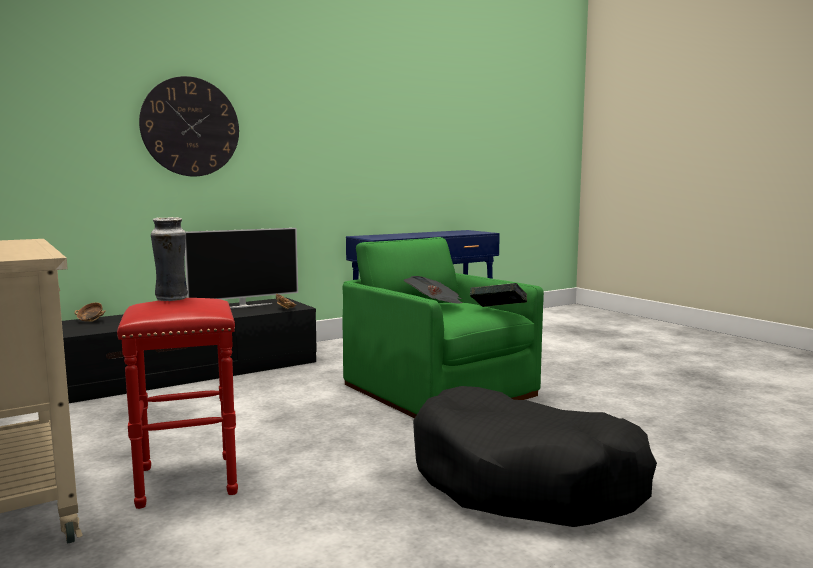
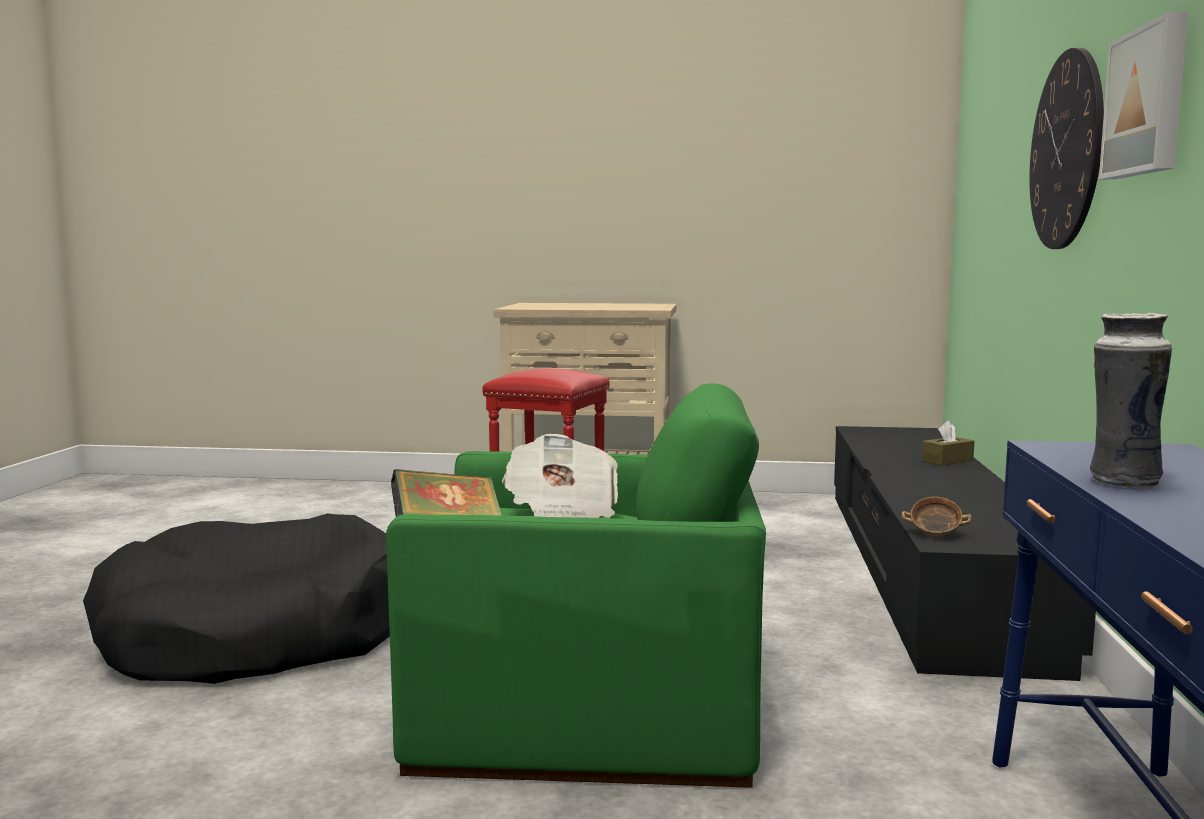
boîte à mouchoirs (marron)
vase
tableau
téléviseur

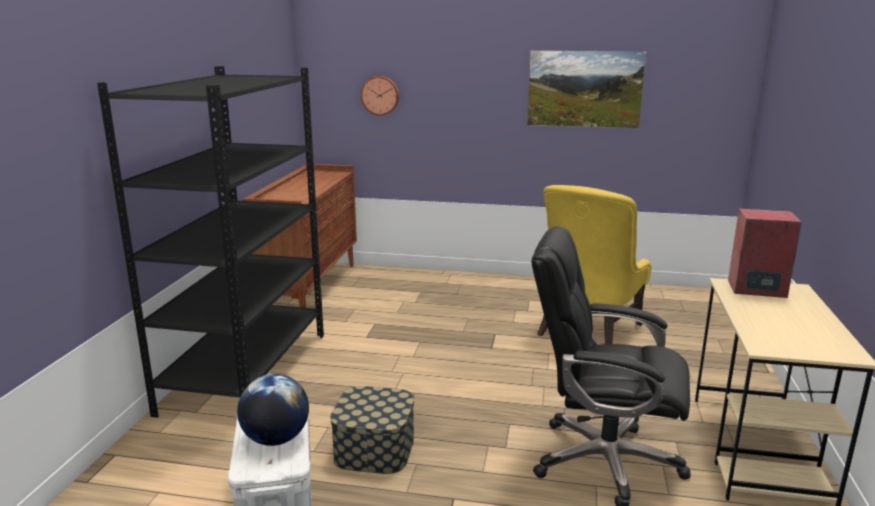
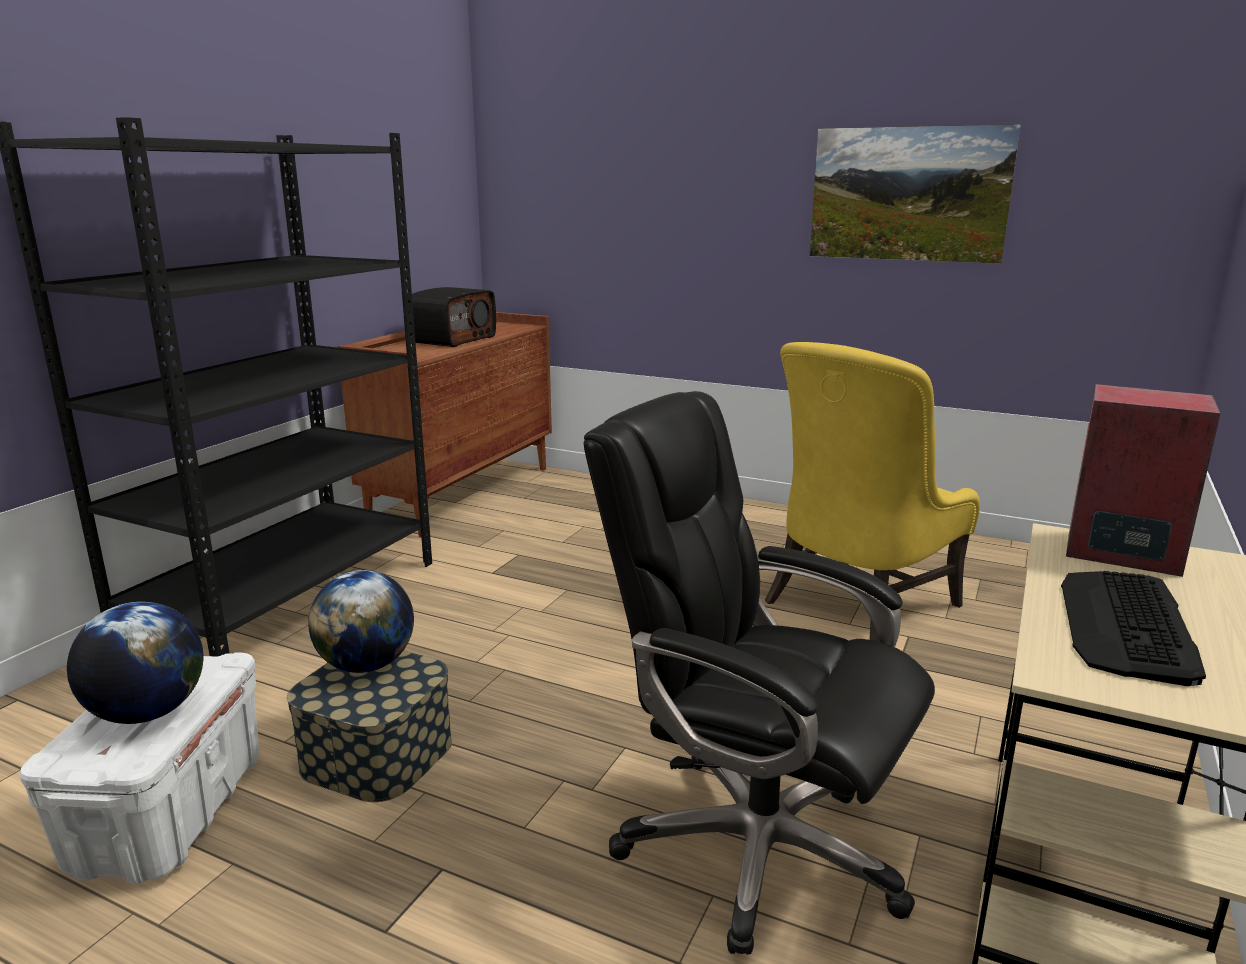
globe (2nd from left)
radio
clavier
horloge murale

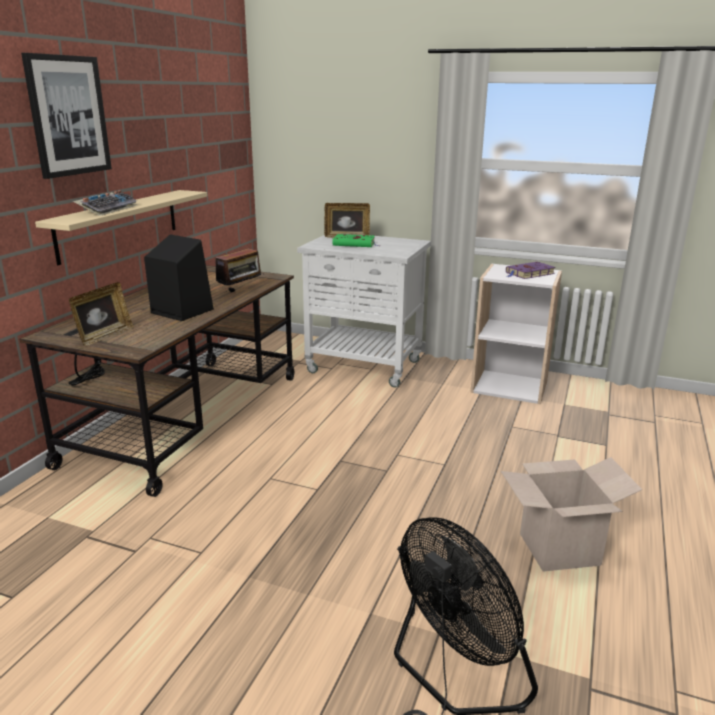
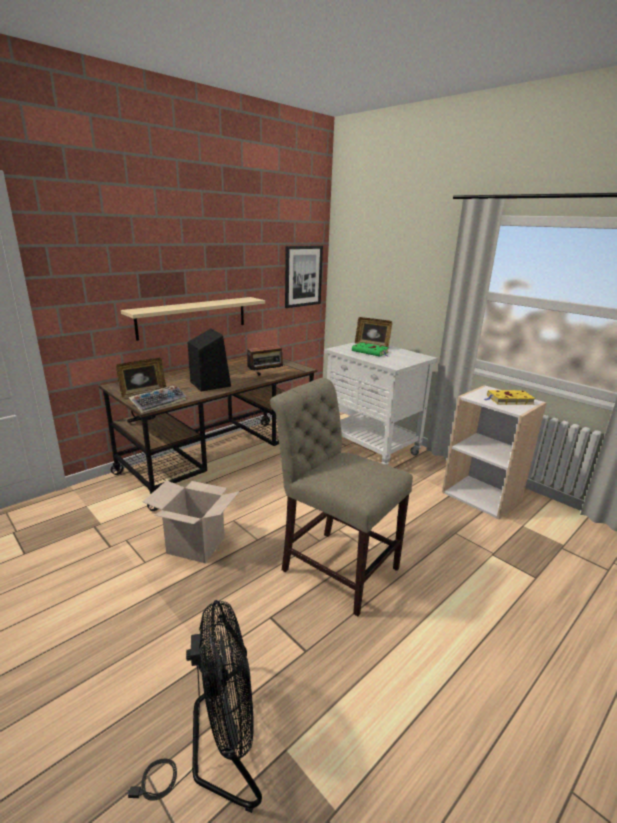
clavier
carton
chaise (beige)
tableau
livre (jaune)

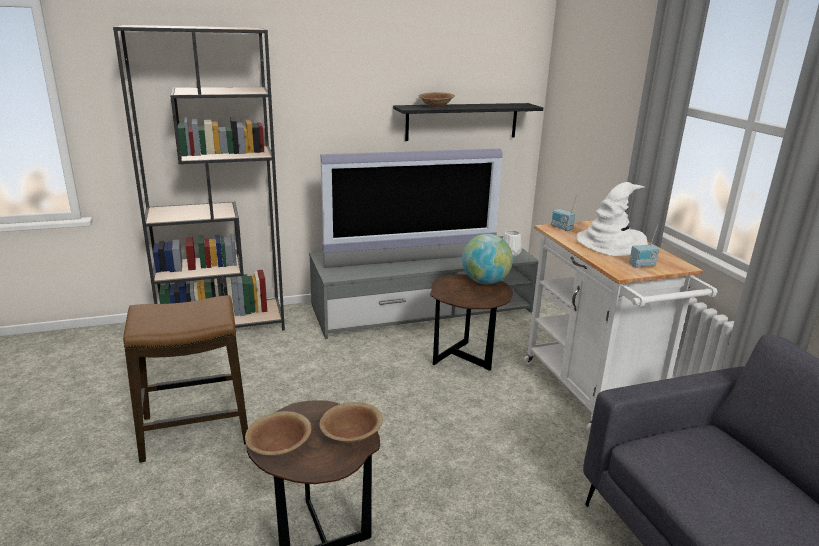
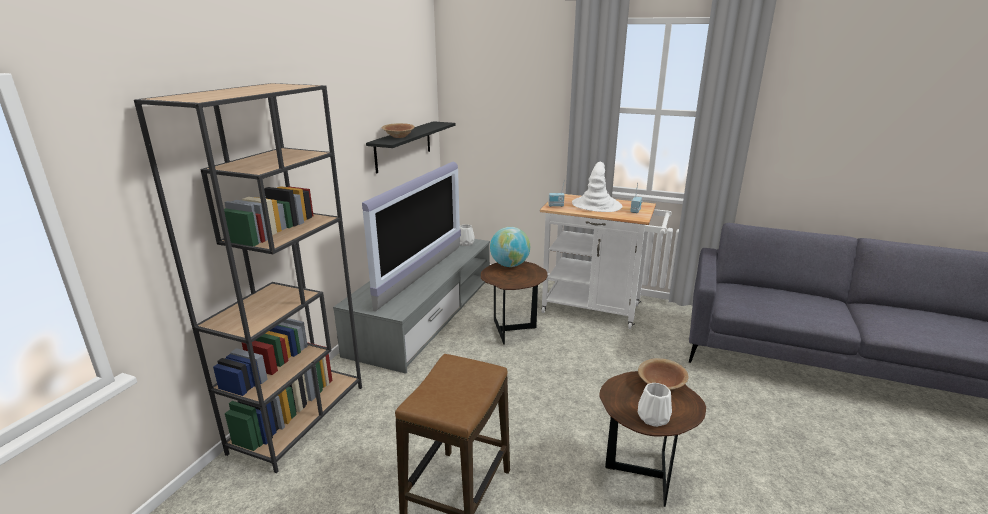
vase (blanc) (2nd from left)

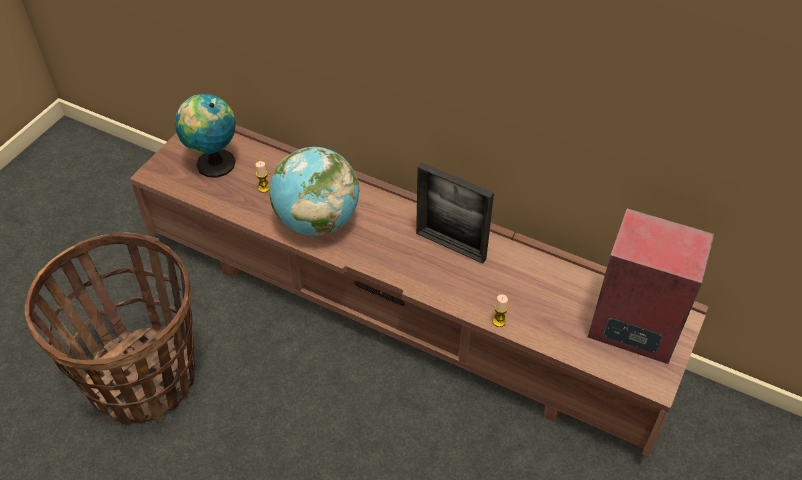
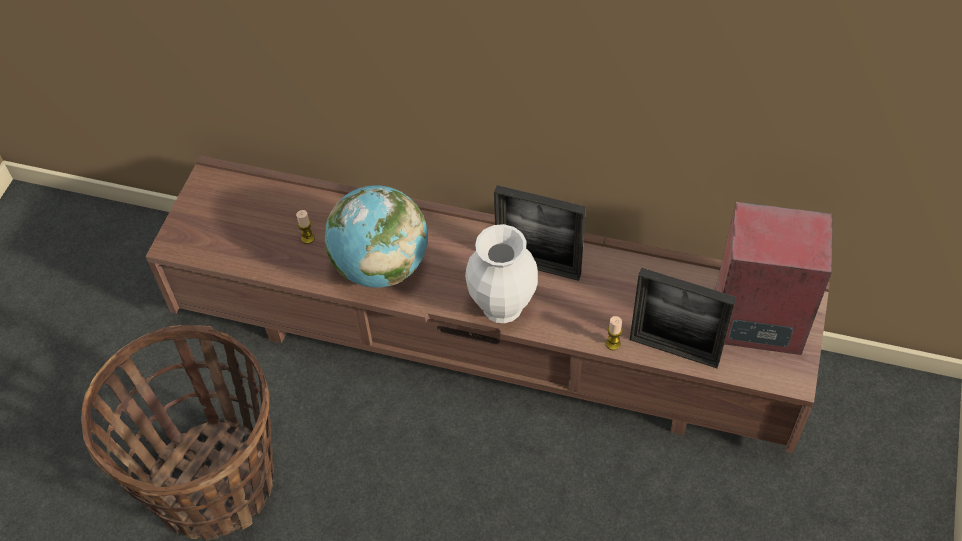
vase (blanc)
cadre photo (2nd from left)
globe (1st from left in the first image)

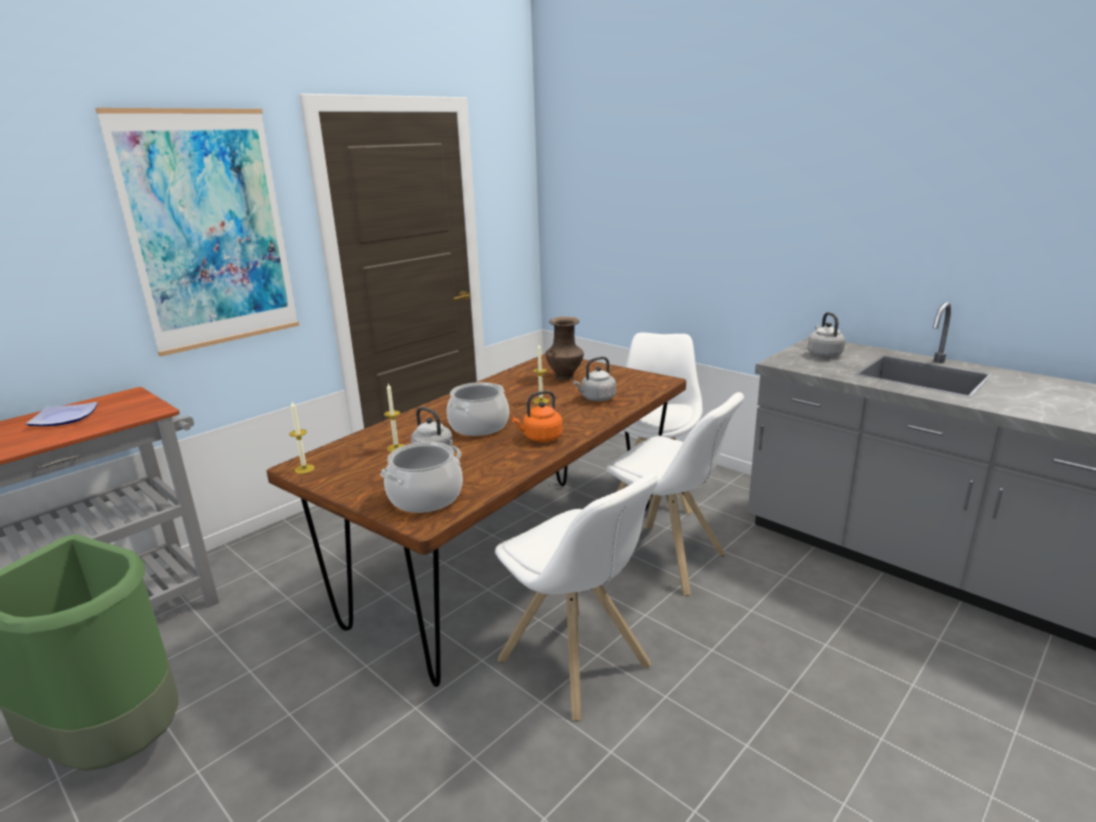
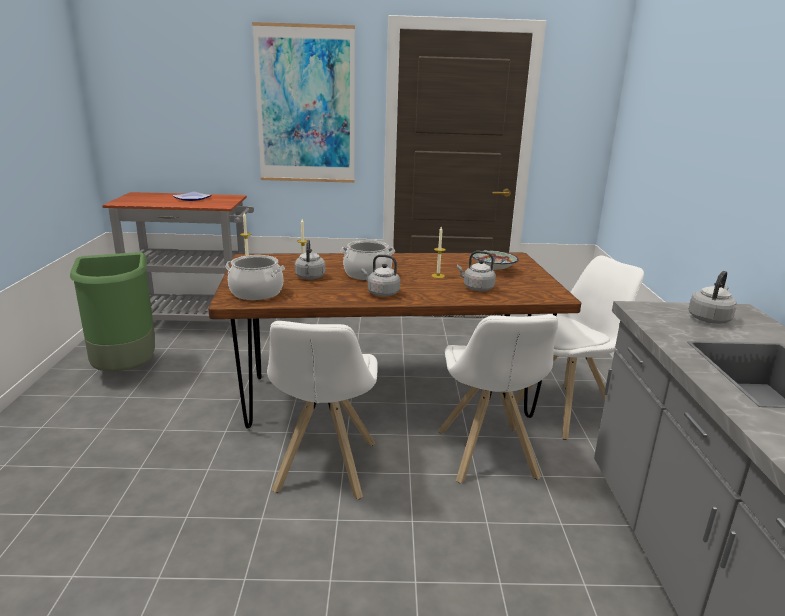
bouilloire (gris) (2nd from left)
bol

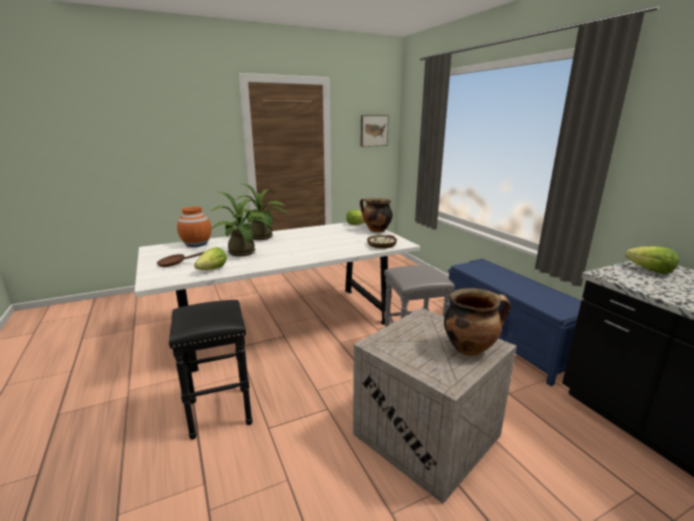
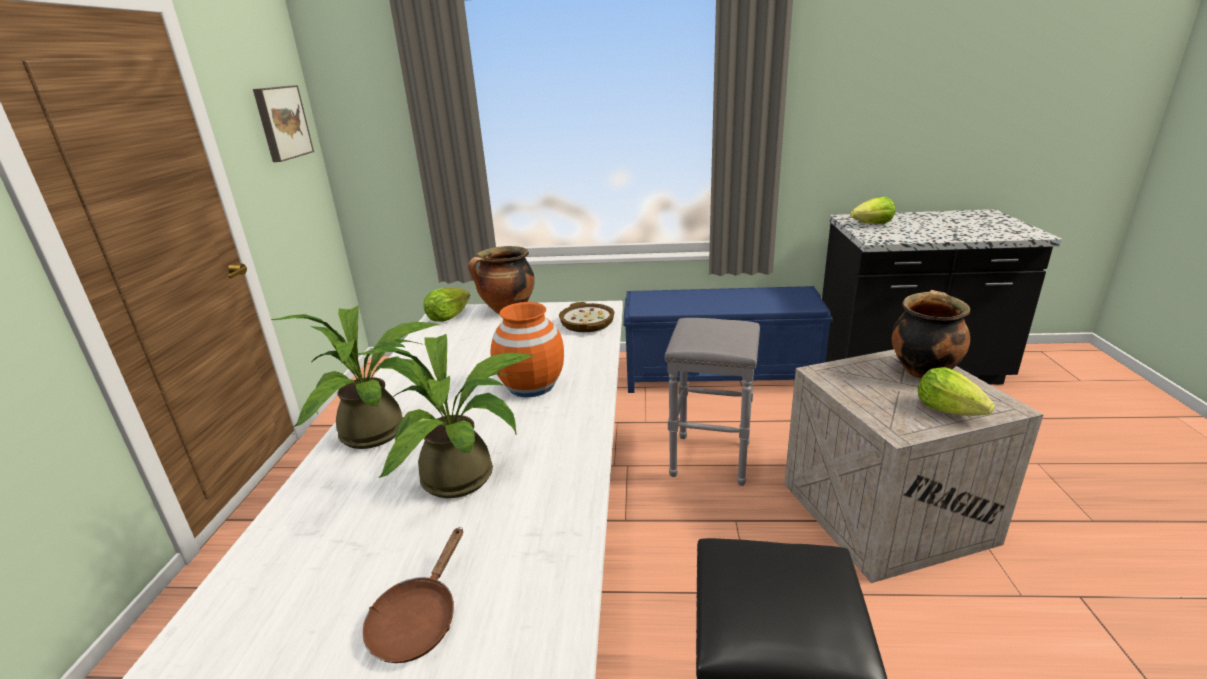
vase (orange)
laitue (3rd from left)

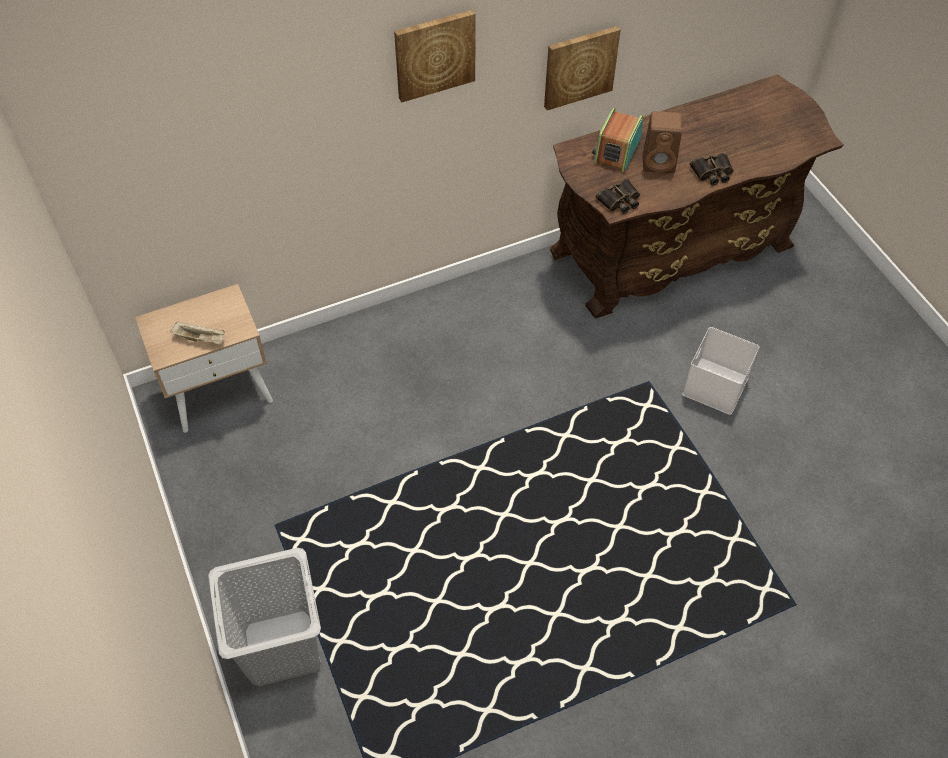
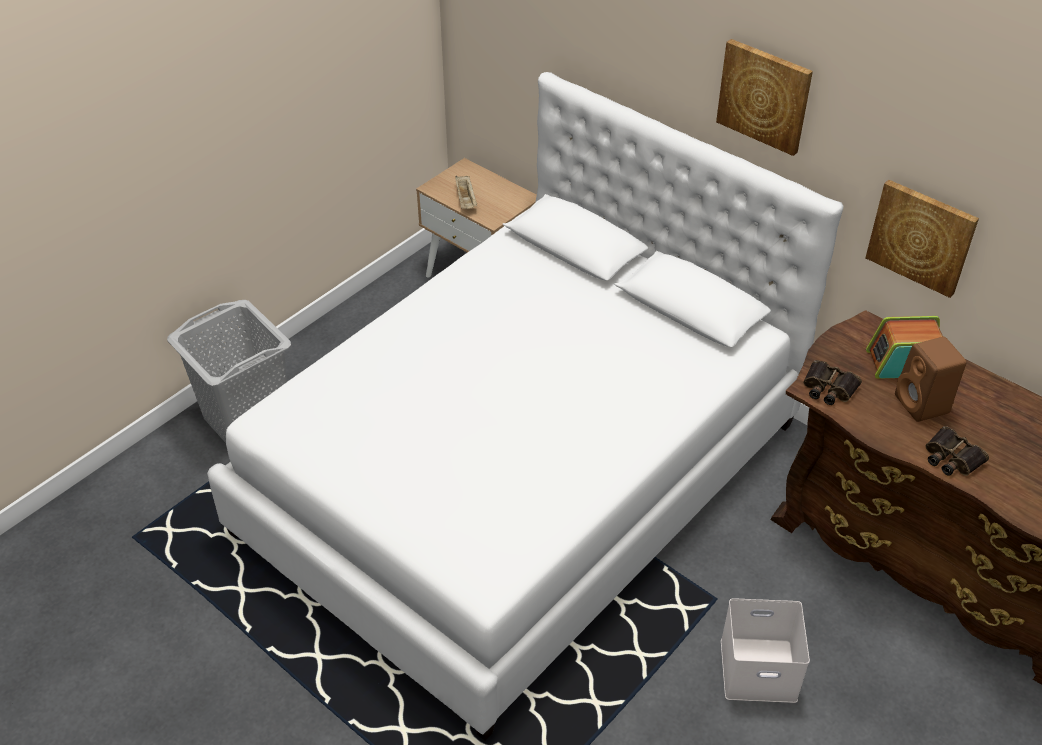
lit (blanc)

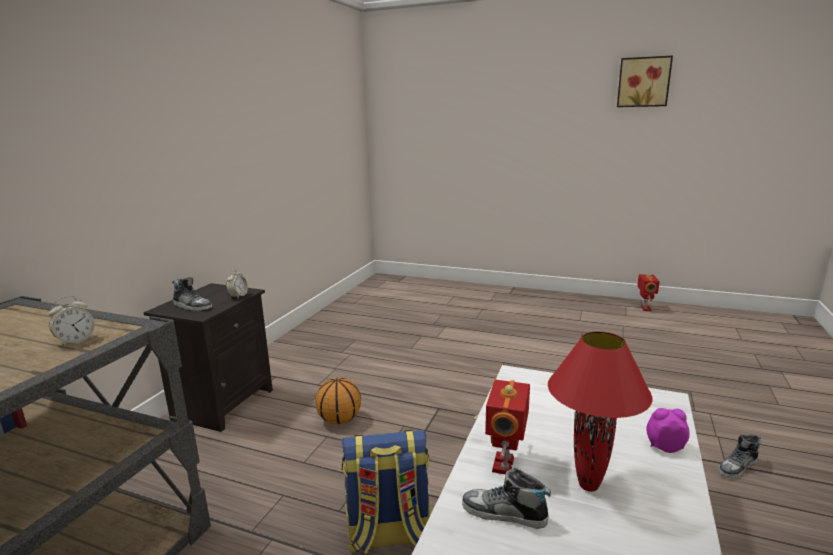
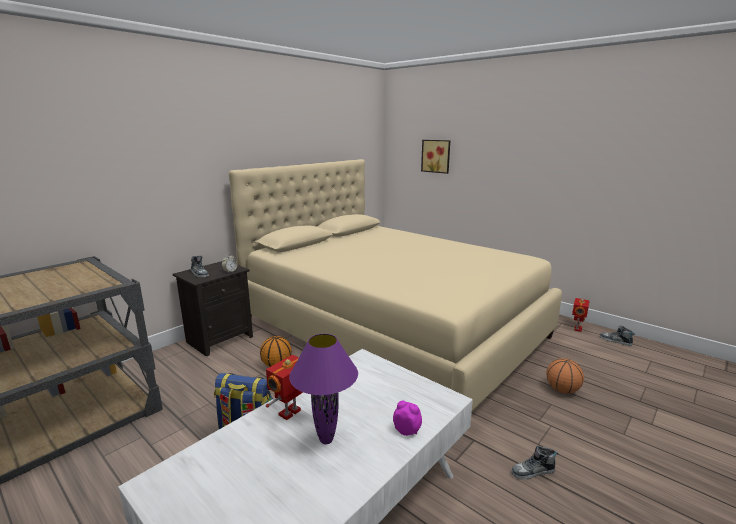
lit (beige)
lampe de table (violet)
tableau
ballon de basket (2nd from left)
chaussure (3rd from left)
réveil (1st from left in the first image)

